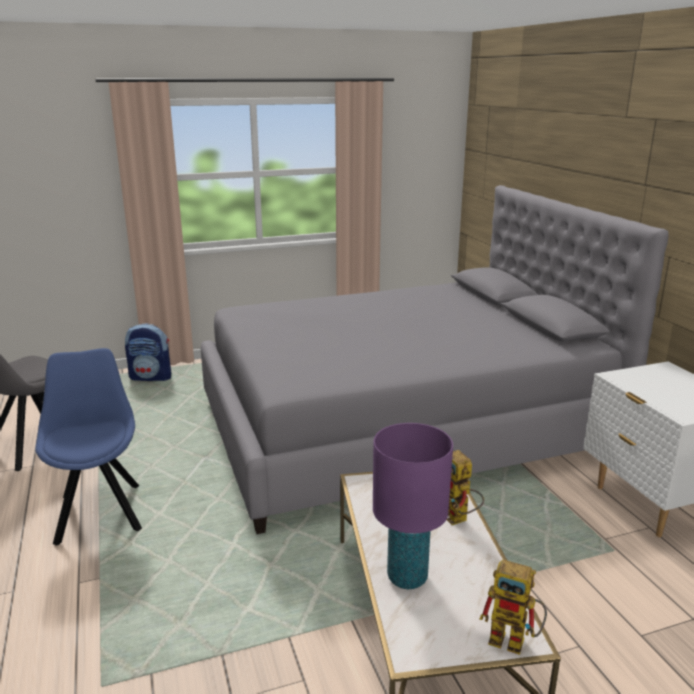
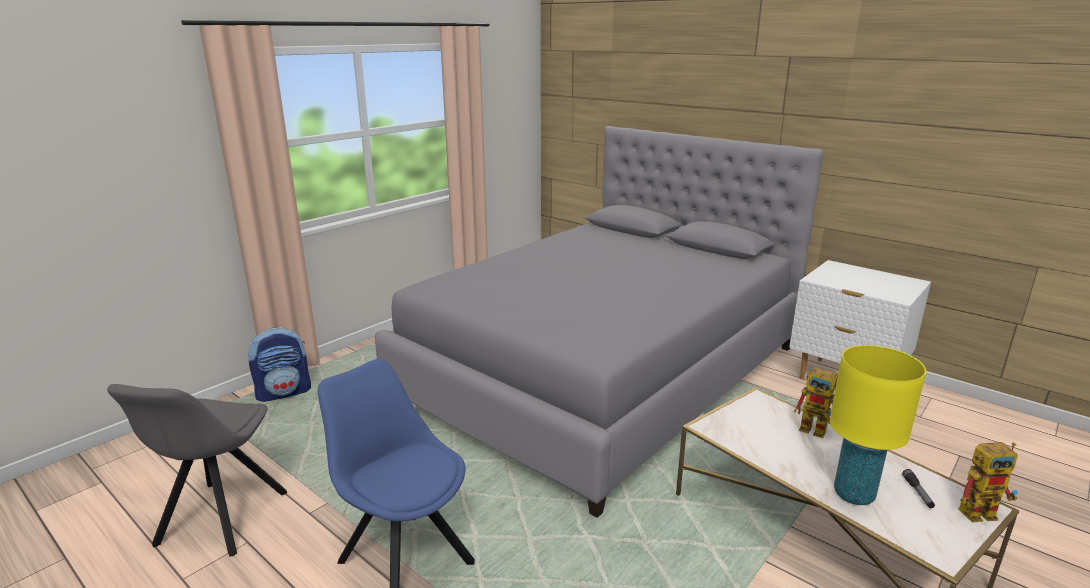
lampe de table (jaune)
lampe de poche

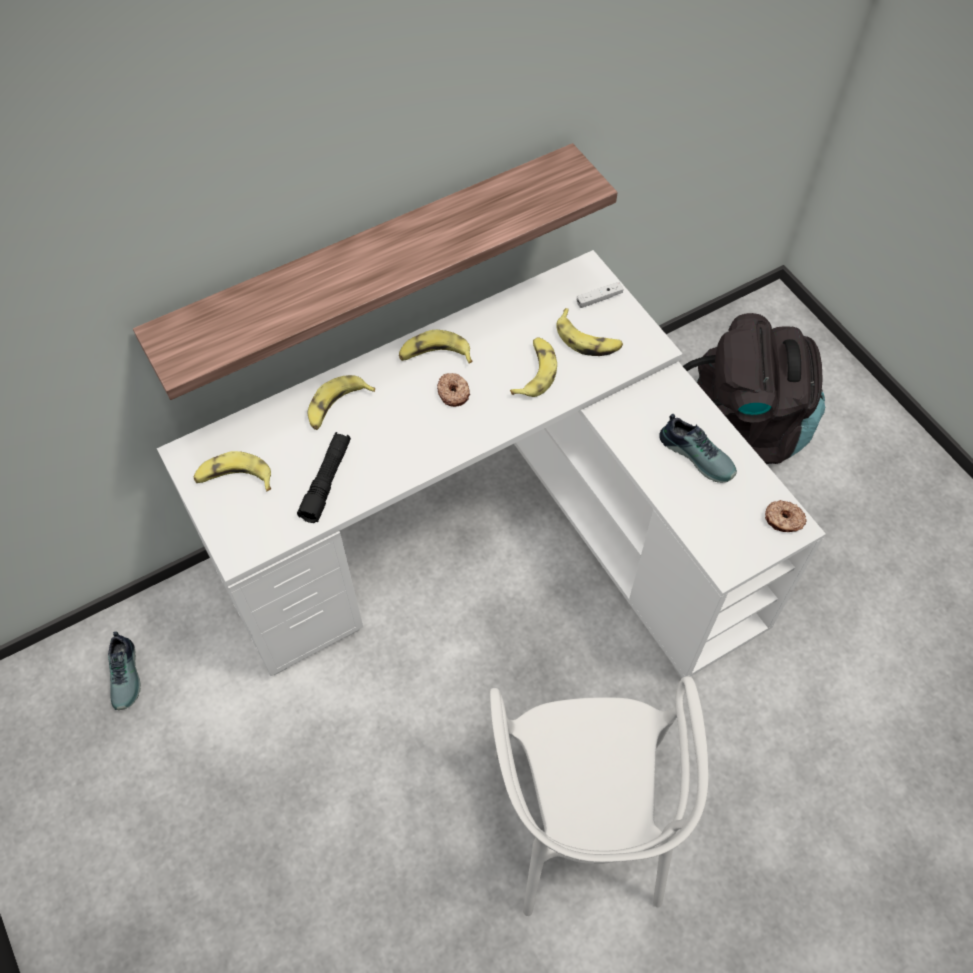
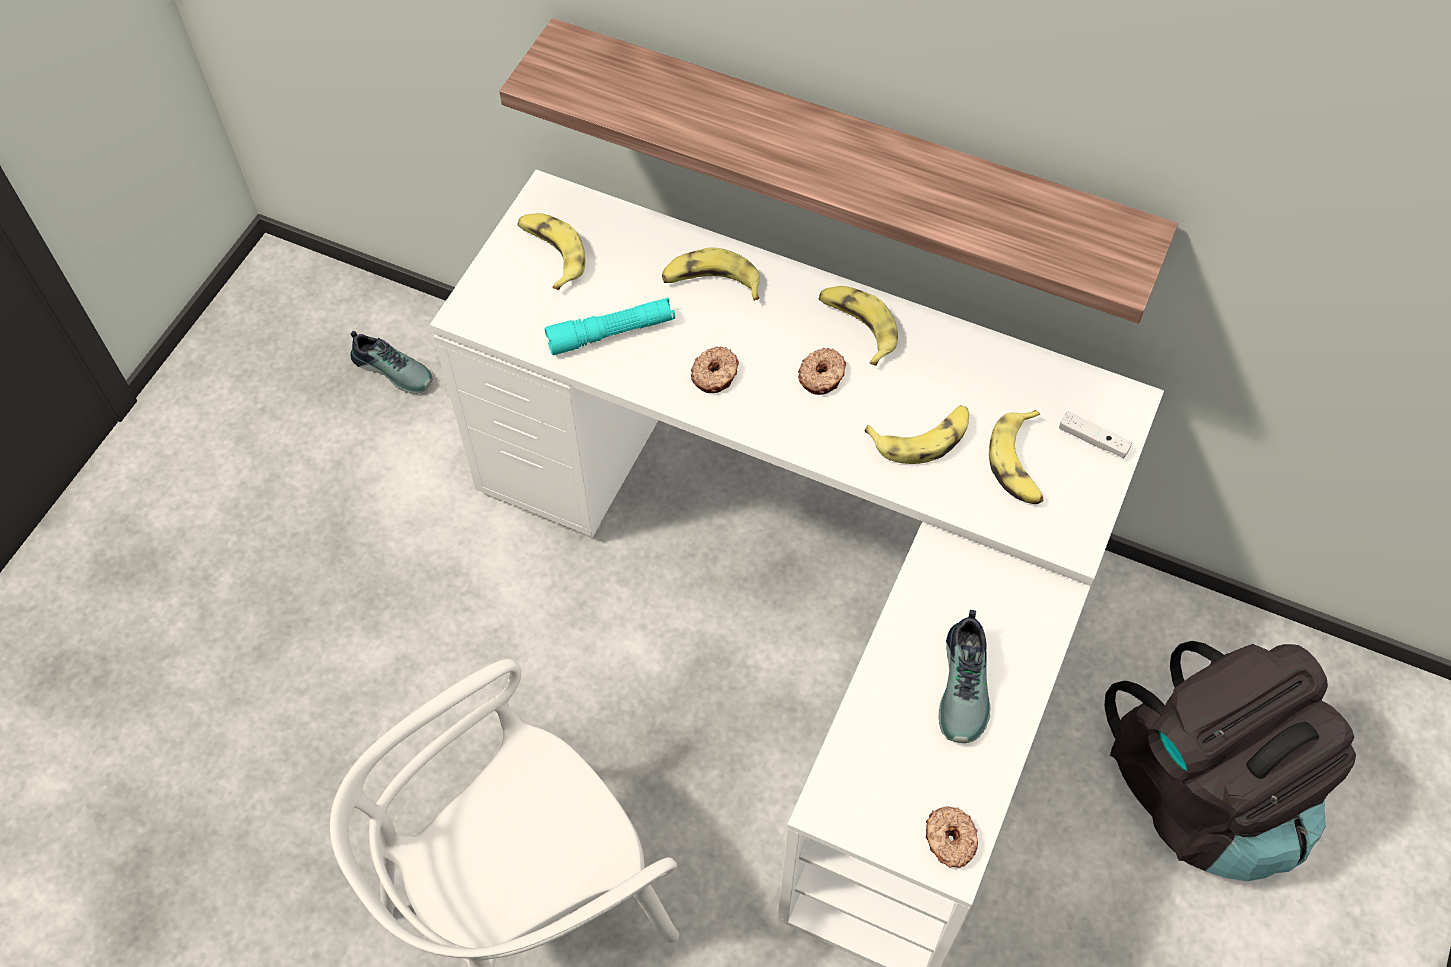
chaussure (1st from left)
lampe de poche (turquoise)
beignet (1st from left)

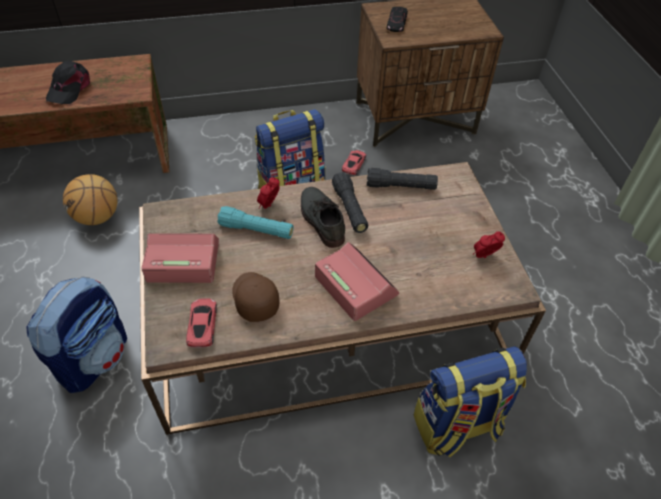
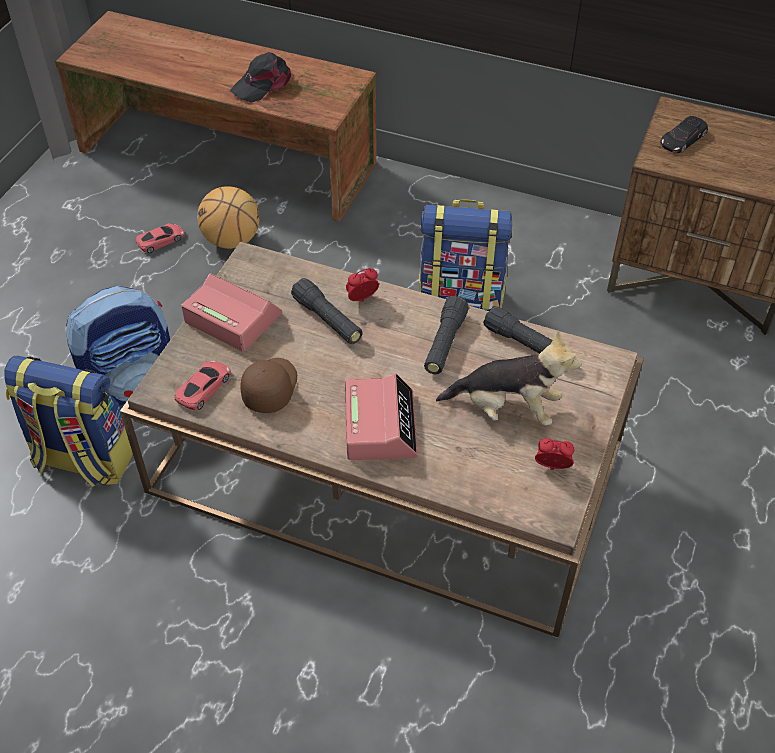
sac à dos (1st from left)
petite voiture (rouge) (1st from left)
lampe de poche (noir) (1st from left)
peluche
chaussure (gris)

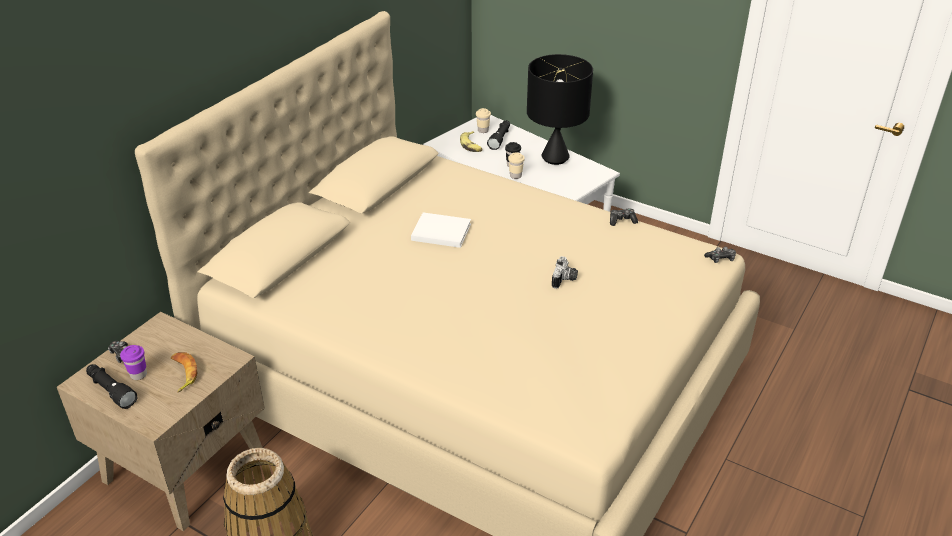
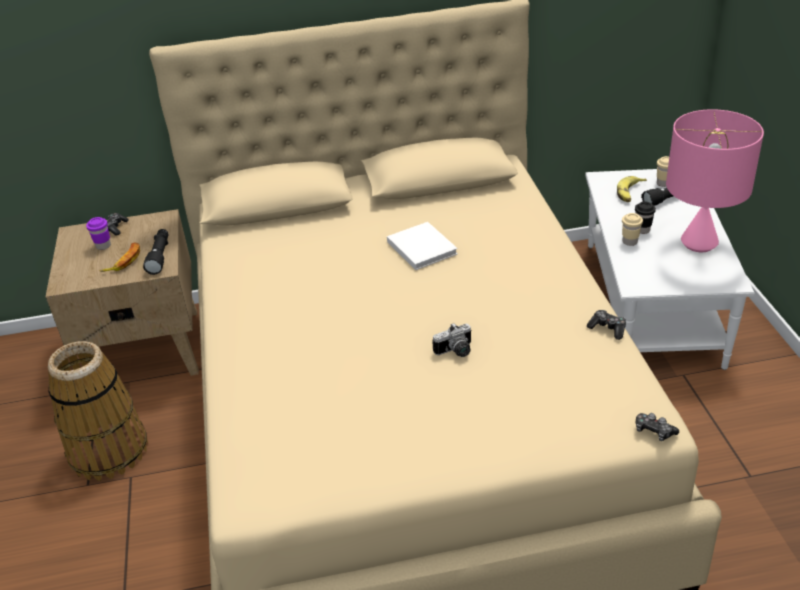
lampe de poche (noir) (1st from left)
lampe de table (rose)

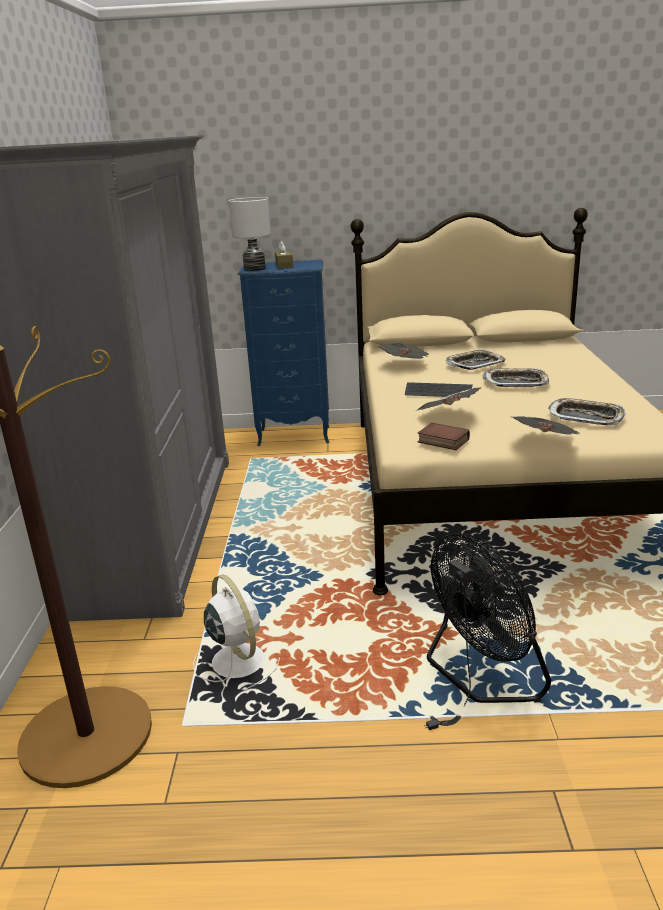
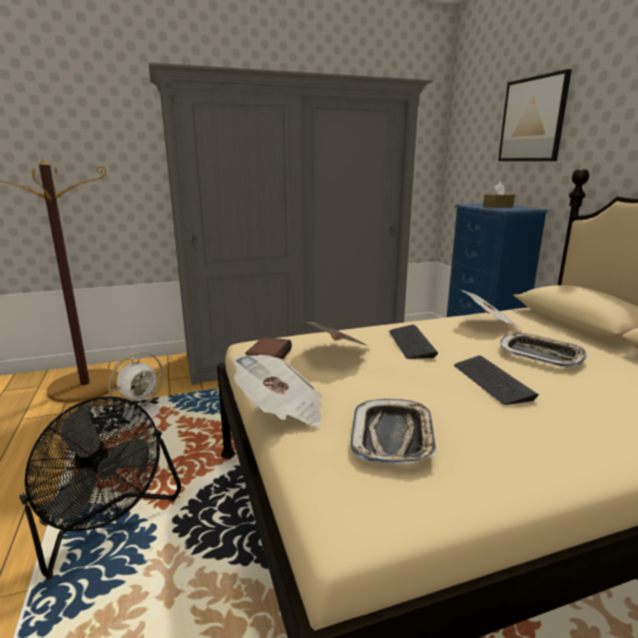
clavier (2nd from left)
tableau
lampe de table (gris)

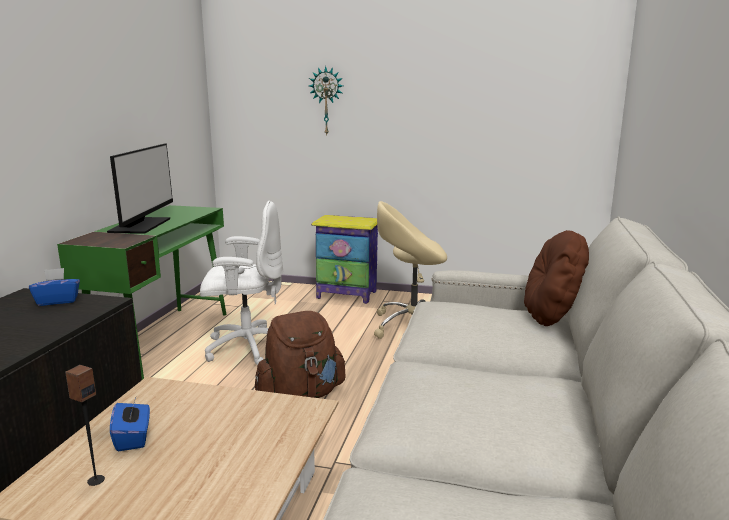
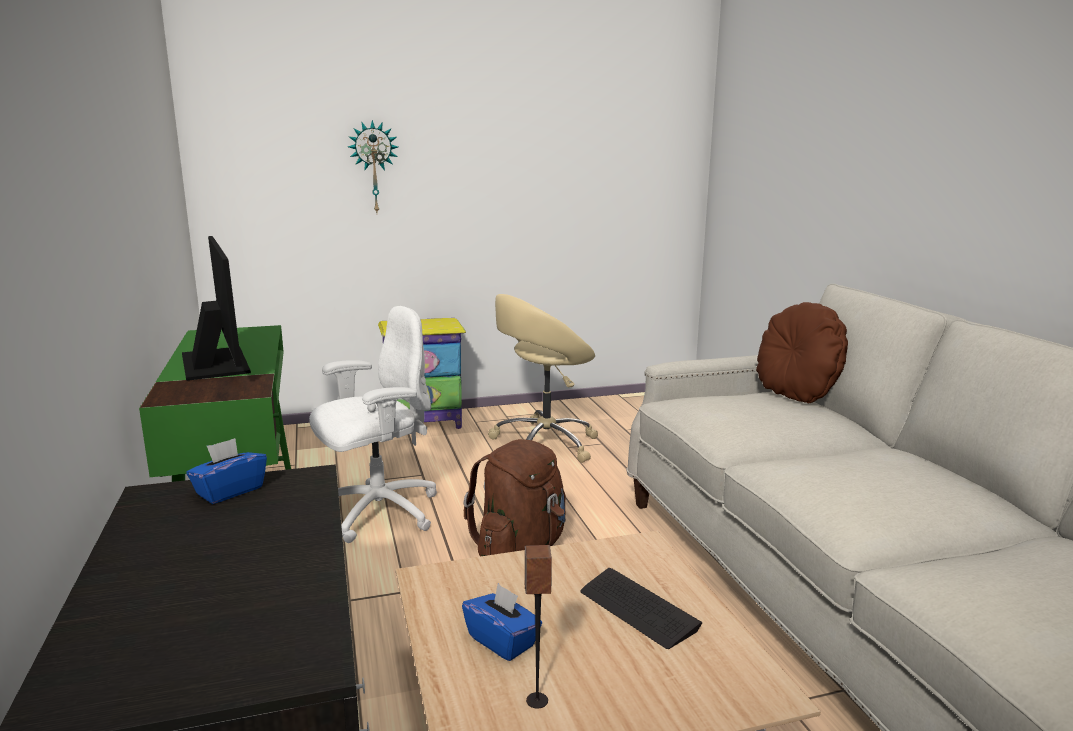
clavier

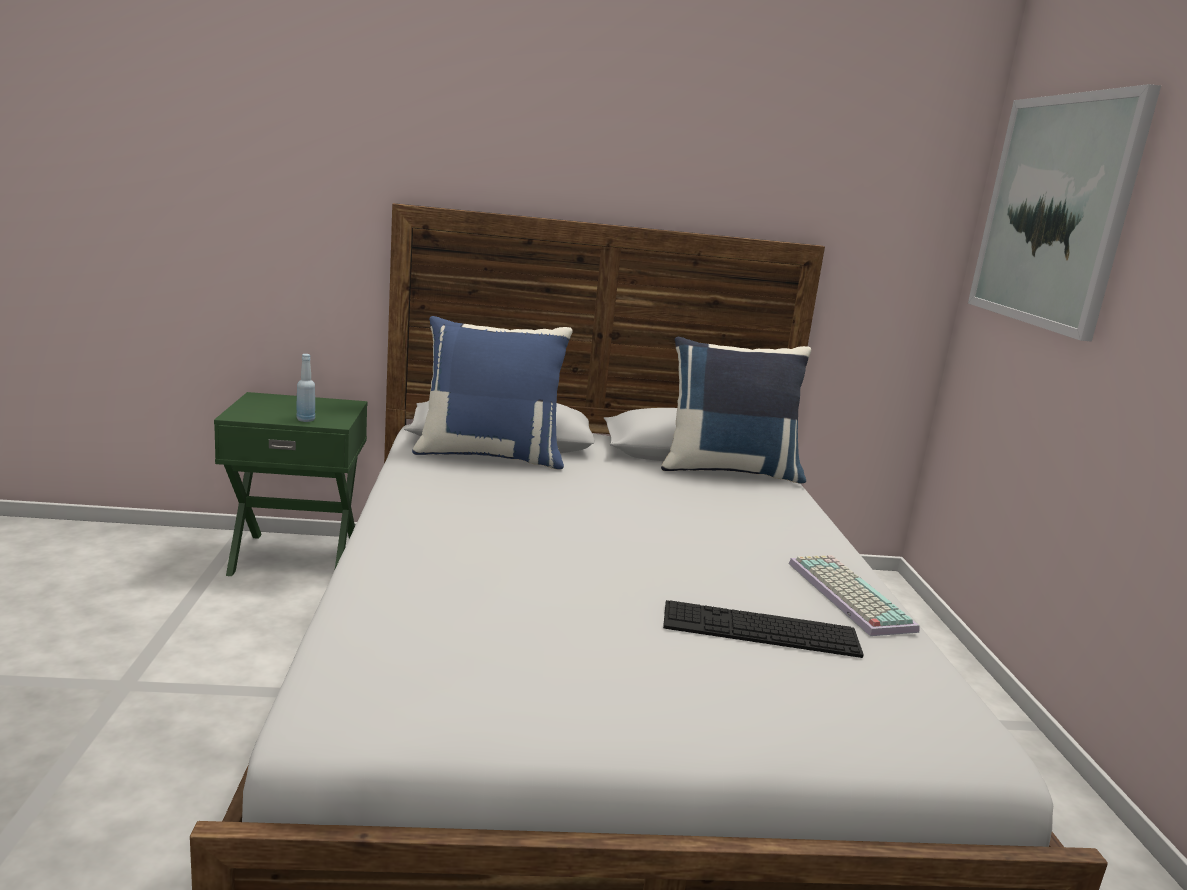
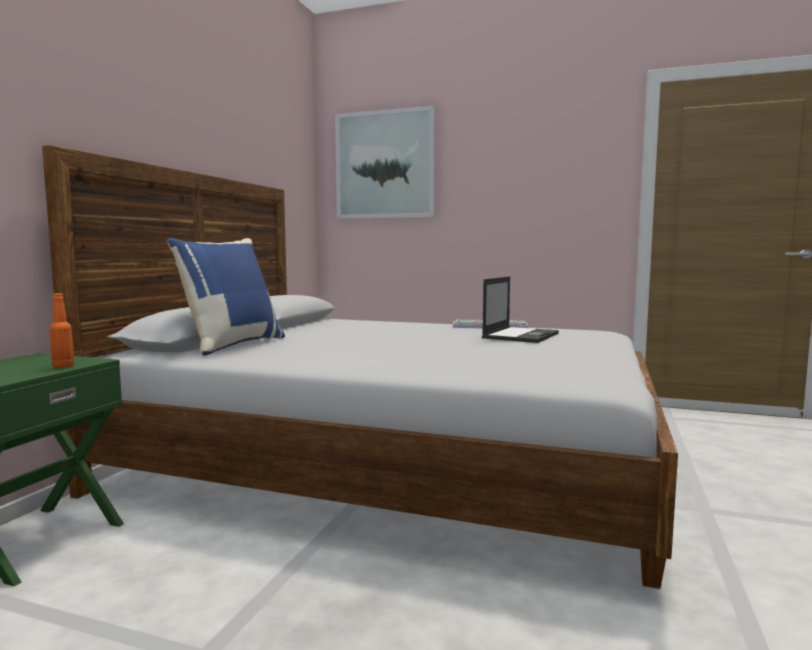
bouteille (orange)
ordinateur portable
coussin (bleu) (2nd from left in the first image)

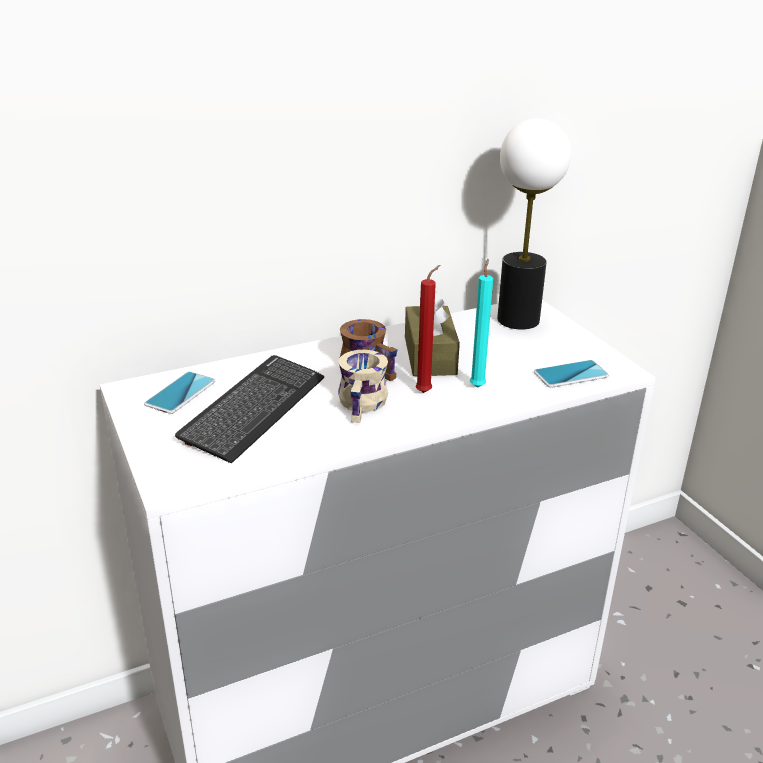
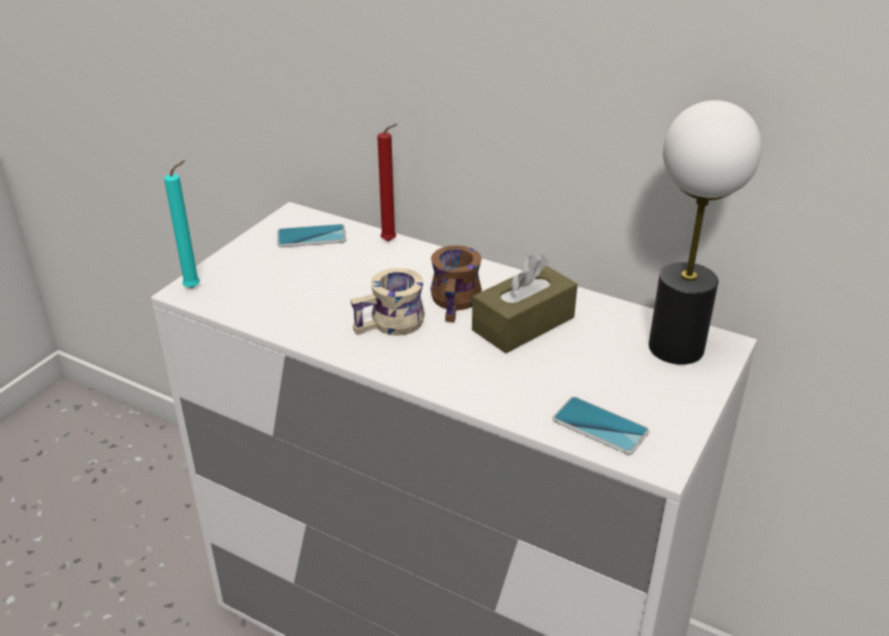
bougie (turquoise)
bougie (rouge)
clavier

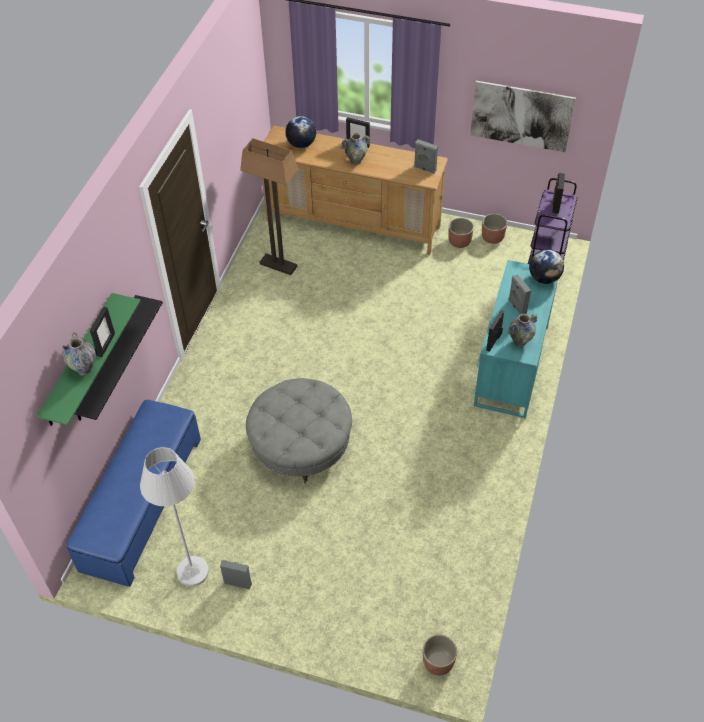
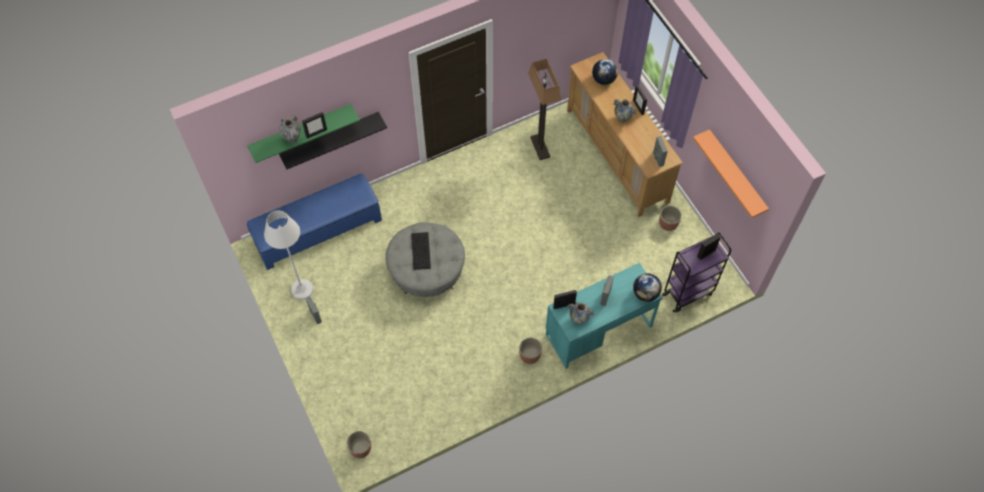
clavier
cache-pot (2nd from left)
étagère (orange)

